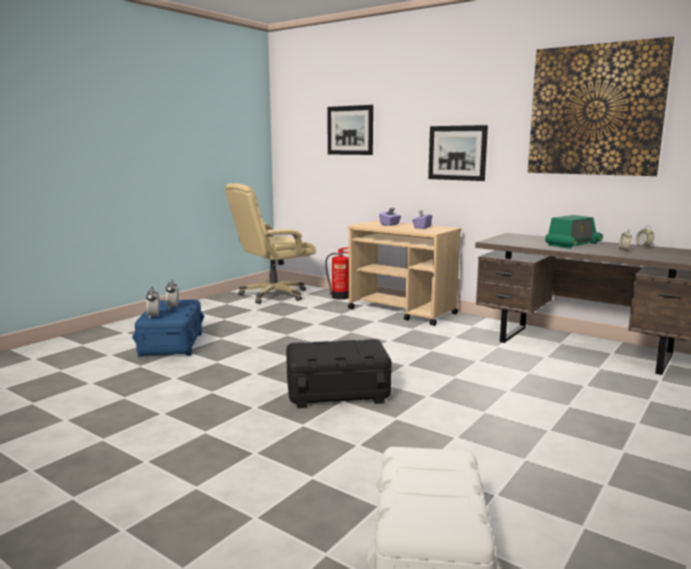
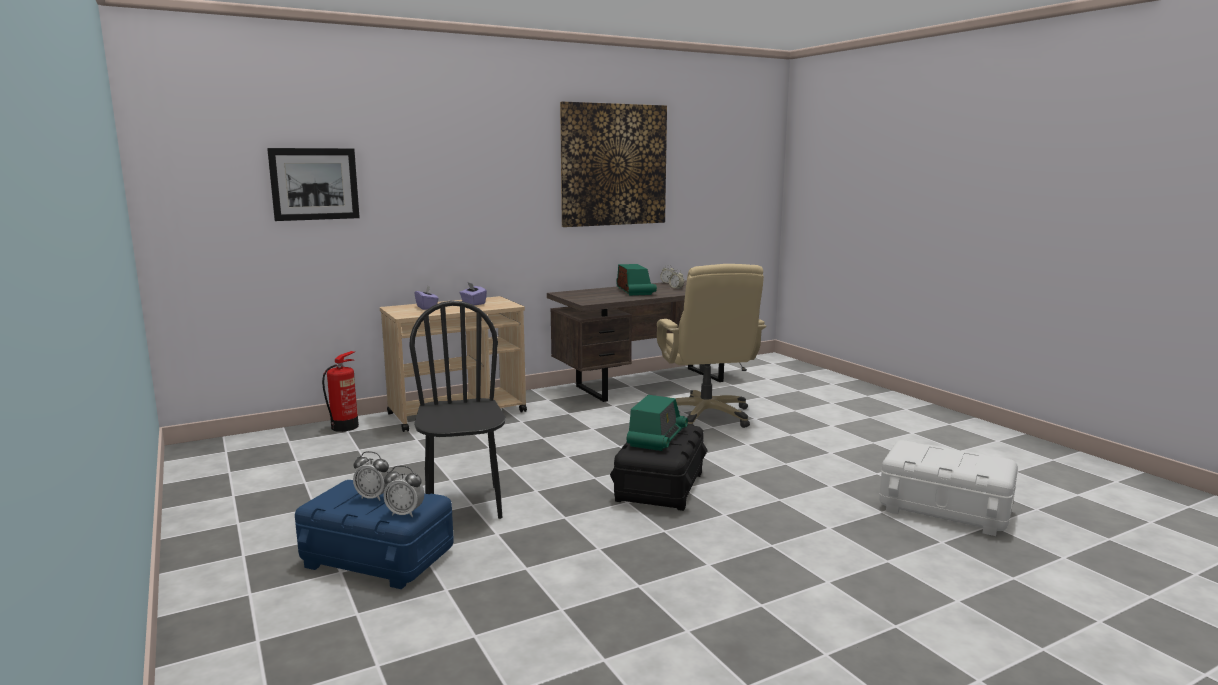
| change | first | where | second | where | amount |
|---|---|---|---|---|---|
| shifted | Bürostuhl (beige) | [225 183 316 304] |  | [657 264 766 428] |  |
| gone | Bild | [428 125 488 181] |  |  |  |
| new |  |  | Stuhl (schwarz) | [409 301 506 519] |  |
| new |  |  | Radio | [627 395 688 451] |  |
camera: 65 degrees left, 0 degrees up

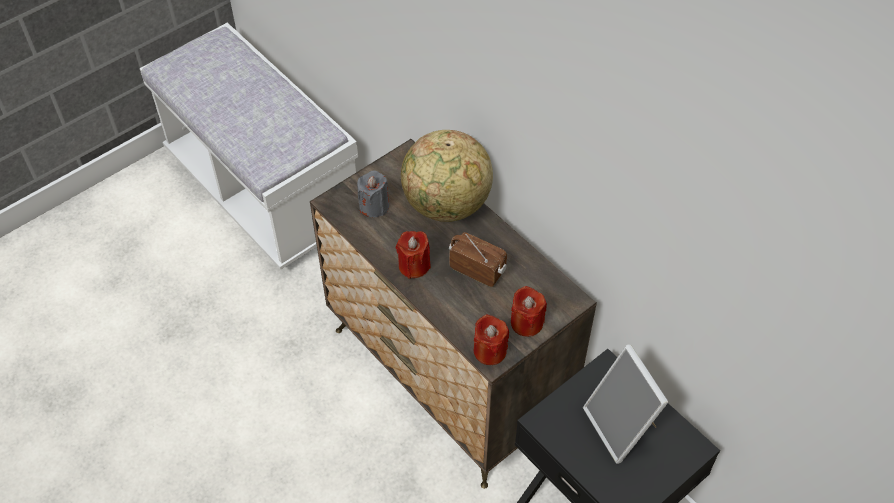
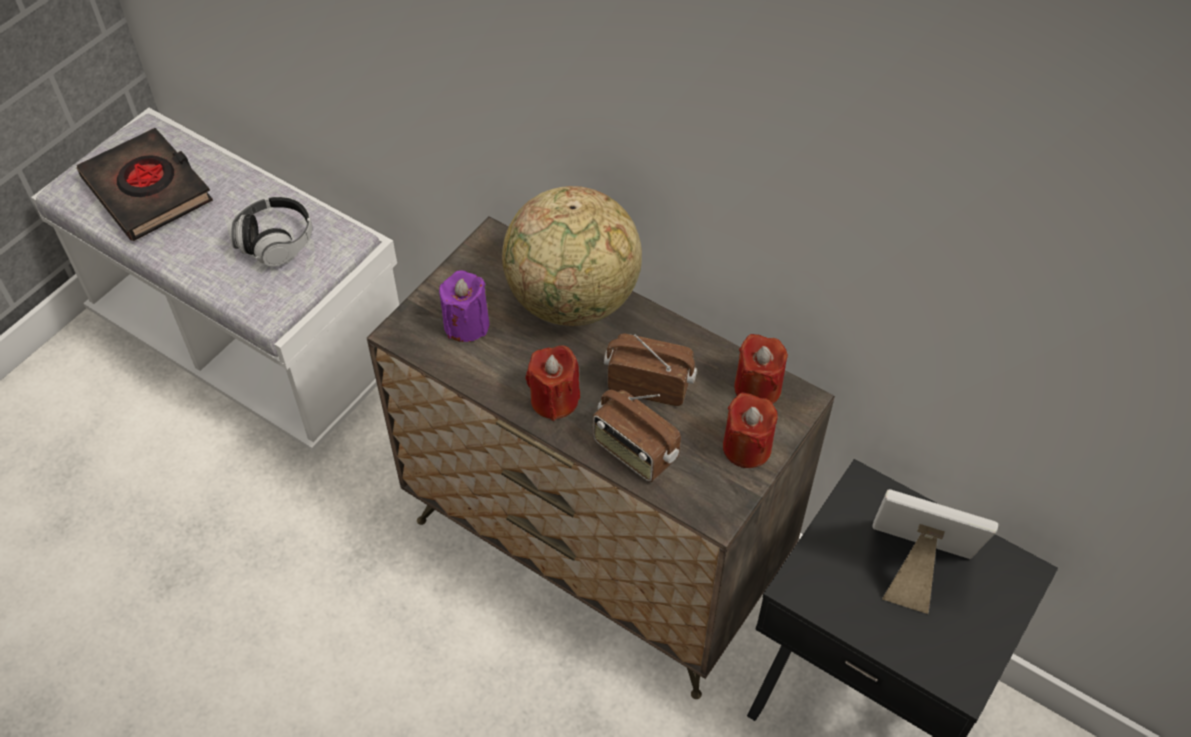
| change | first | where | second | where | amount |
|---|---|---|---|---|---|
| repainted | Kerze (grau) | [357 170 389 217] | Kerze (lila) | [439 271 489 342] |  |
| shifted | Kerze (rot) | [474 314 509 365] |  | [734 334 788 404] |  |
| rotated | Bilderrahmen | [583 344 668 464] |  | [872 489 998 614] | 150 degrees clockwise |
| new |  |  | Buch (schwarz) | [77 128 213 241] |  |
| new |  |  | Kopfhörer | [230 196 312 267] |  |
| new |  |  | Radio | [593 390 681 482] |  |
camera: 15 degrees left, 0 degrees up

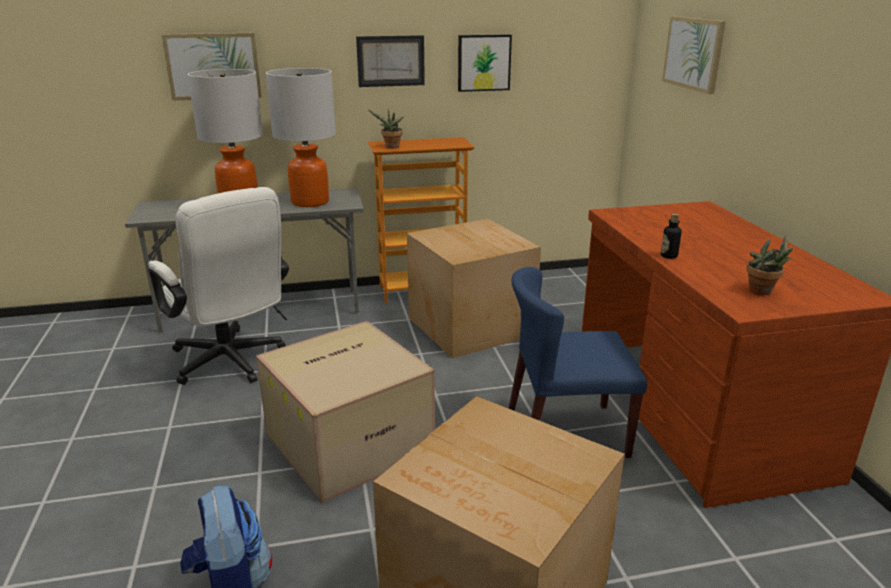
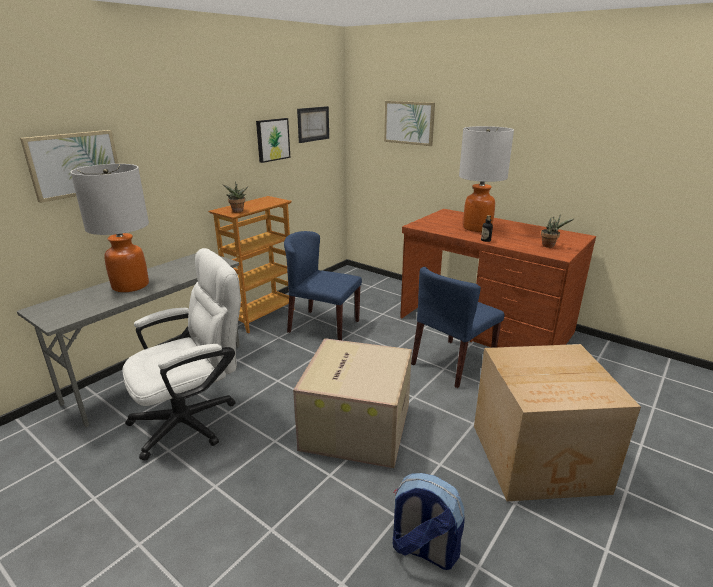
| change | first | where | second | where | amount |
|---|---|---|---|---|---|
| rotated | Bürostuhl (weiß) | [148 187 289 385] |  | [122 248 241 460] | 45 degrees counterclockwise |
| shifted | Tischlampe | [266 68 336 207] |  | [459 126 514 232] |  |
| shifted | Bild | [356 35 425 87] |  | [297 106 329 143] |  |
| swapped | Karton | [407 219 541 359] | Stuhl (blau) | [284 231 362 340] |  |
camera: 40 degrees left, 0 degrees up

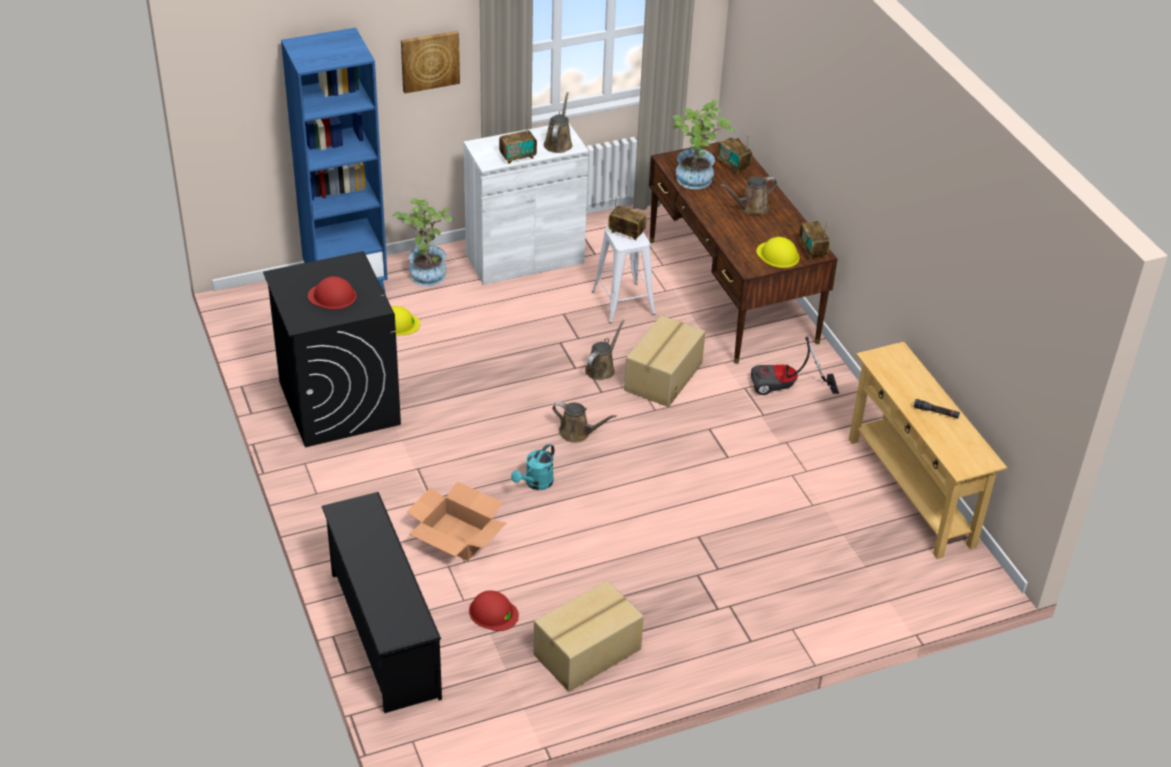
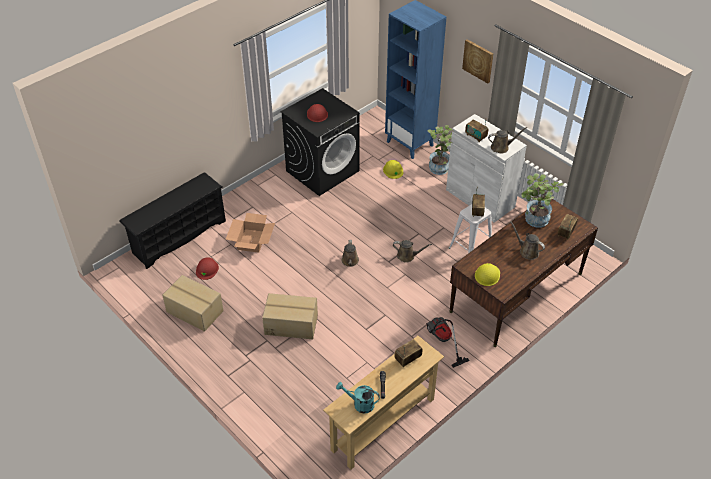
| change | first | where | second | where | amount |
|---|---|---|---|---|---|
| shifted | Gießkanne (türkis) | [511 444 555 490] |  | [336 382 380 413] |  |
| shifted | Karton | [624 315 705 407] |  | [262 293 318 339] |  |
| shifted | Radio | [799 221 830 260] |  | [395 339 423 367] |  |
camera: 70 degrees right, 5 degrees up

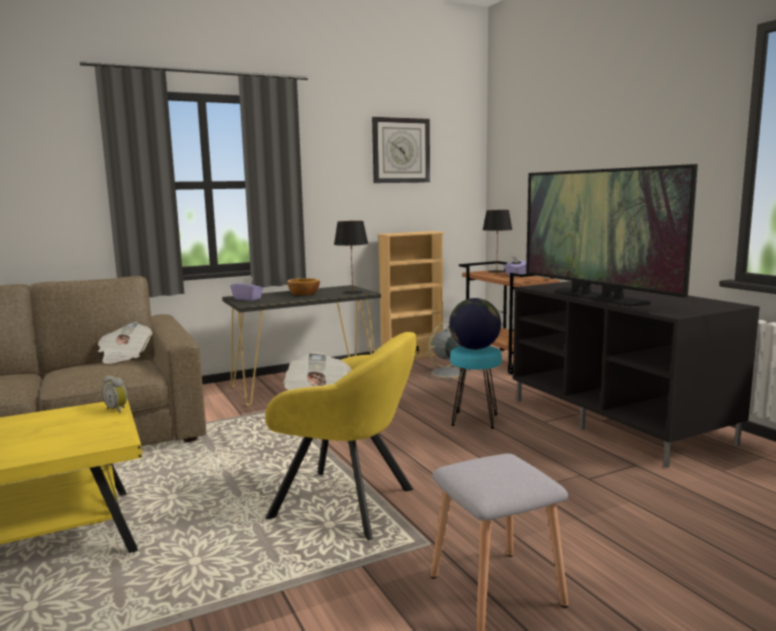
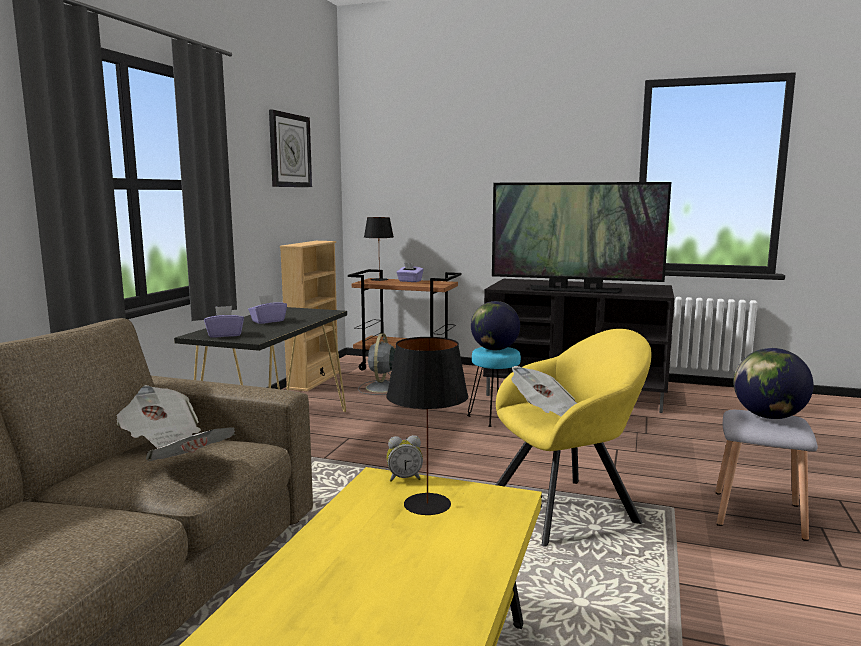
| change | first | where | second | where | amount |
|---|---|---|---|---|---|
| swapped | Schüssel | [287 278 320 296] | Taschentuchbox (lila) | [248 295 287 324] |  |
| shifted | Tischlampe (schwarz) | [334 221 368 294] |  | [386 337 469 515] |  |
| new |  |  | Zeitung | [146 427 235 461] |  |
| new |  |  | Globus | [734 348 814 419] |  |
camera: 45 degrees left, 0 degrees up

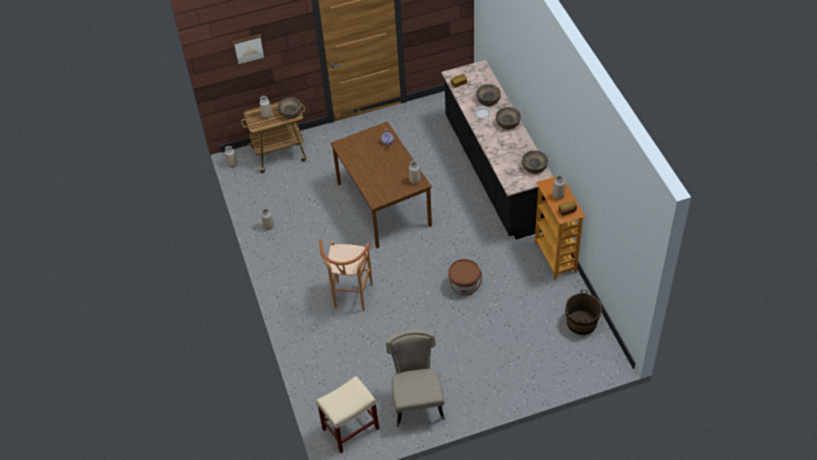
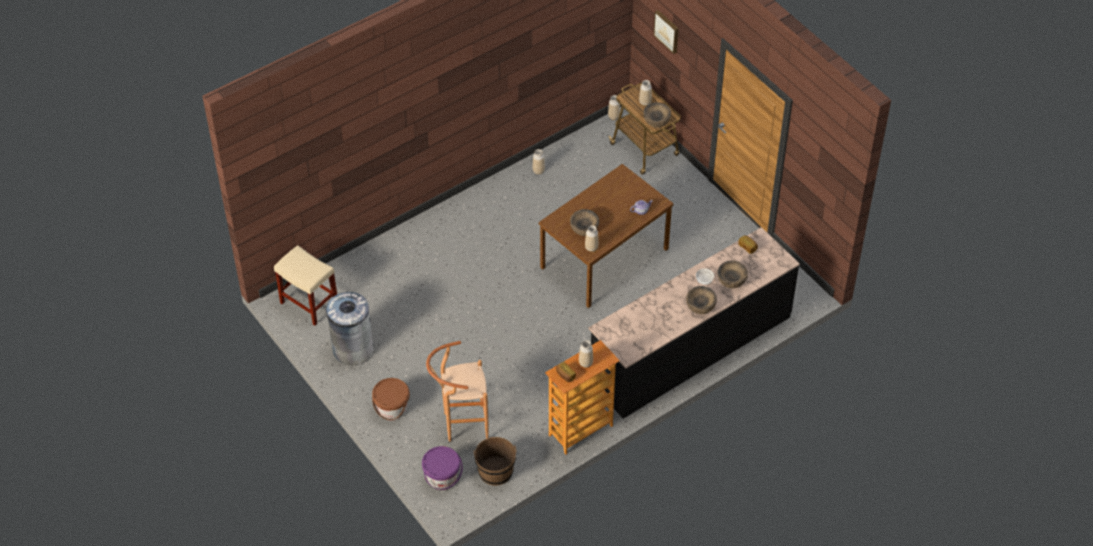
| change | first | where | second | where | amount |
|---|---|---|---|---|---|
| shifted | Hocker (braun) | [319 239 373 311] |  | [426 341 488 442] |  |
| swapped | Stuhl (beige) | [386 329 445 427] | Mülleimer (grau) | [326 292 374 365] |  |
| shifted | Eimer (braun) | [448 259 482 296] |  | [372 378 410 420] |  |
| shifted | Schüssel (braun) | [522 150 548 174] |  | [570 209 599 236] |  |
| new |  |  | Eimer (lila) | [422 446 463 490] |  |
camera: 70 degrees right, 0 degrees up

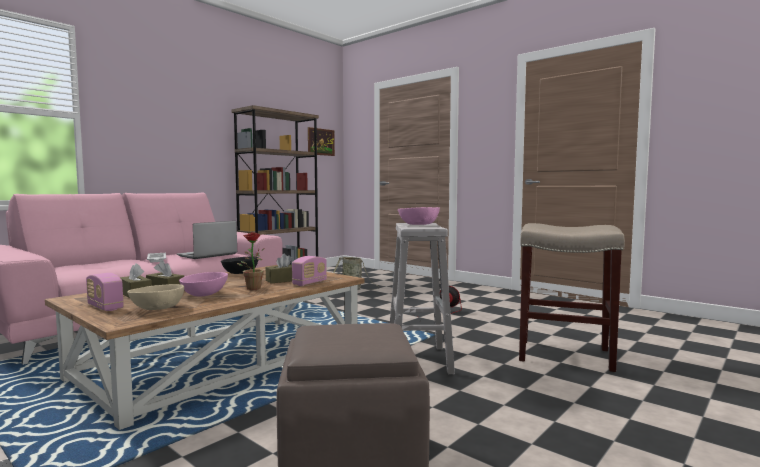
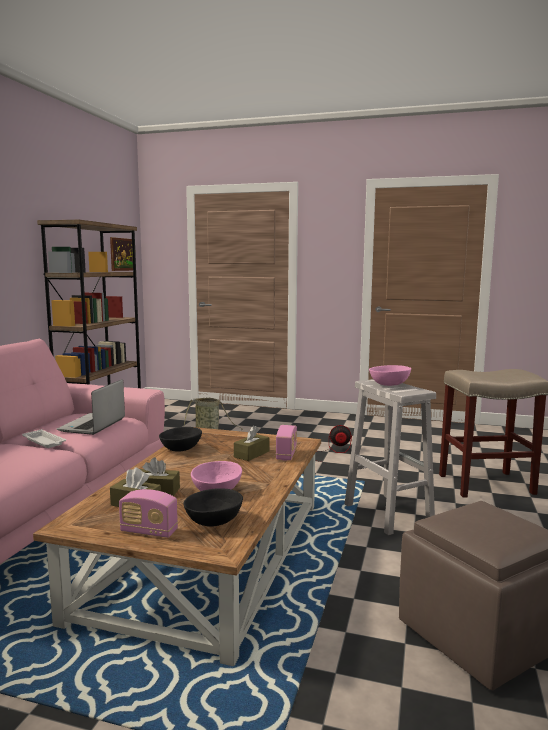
| change | first | where | second | where | amount |
|---|---|---|---|---|---|
| repainted | Schüssel (beige) | [127 284 184 310] | Schüssel (schwarz) | [183 488 243 527] |  |
| gone | Topfpflanze | [237 232 265 290] |  |  |  |
camera: 25 degrees left, 5 degrees up

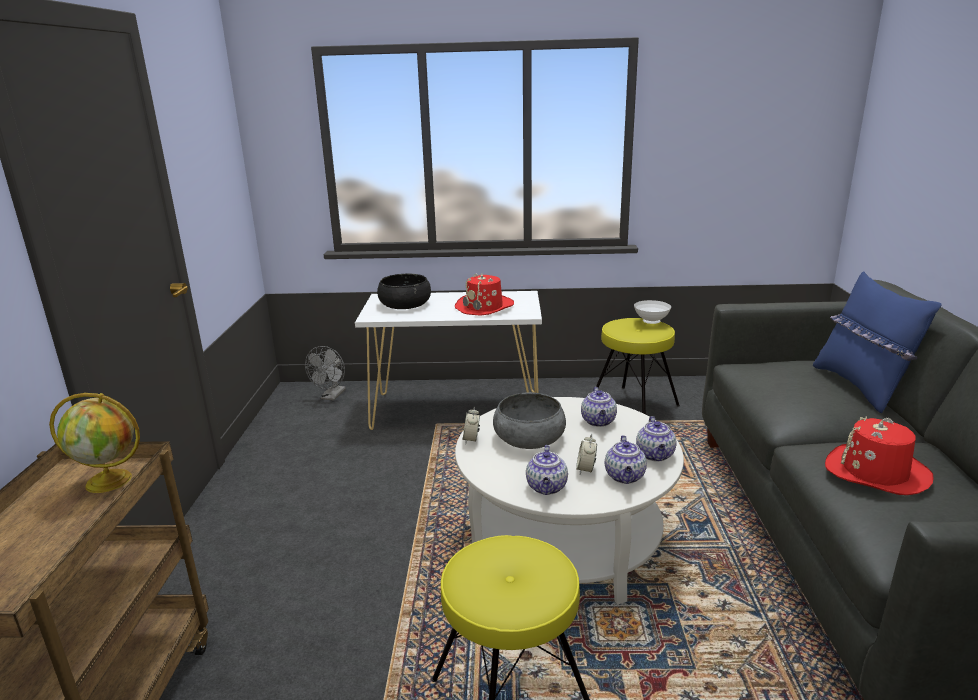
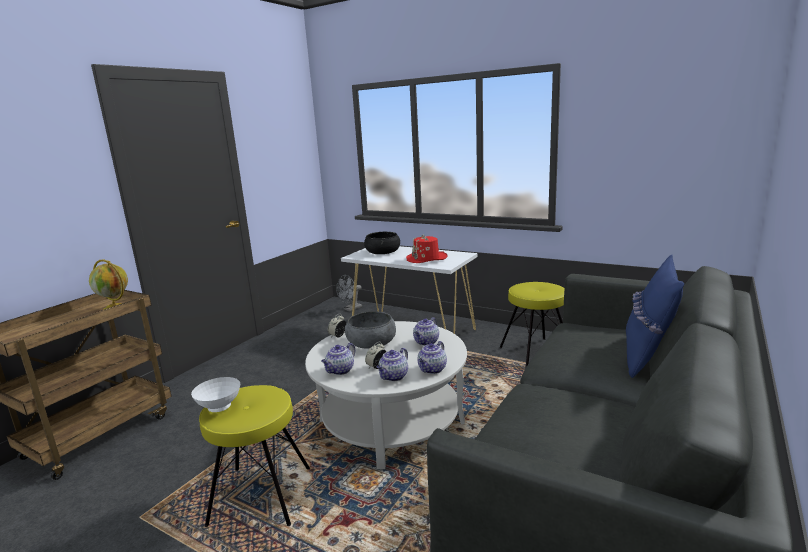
| change | first | where | second | where | amount |
|---|---|---|---|---|---|
| shifted | Schüssel (weiß) | [634 300 671 324] |  | [191 377 240 412] |  |
| gone | Hut (rot) | [825 417 933 495] |  |  |  |
camera: 30 degrees right, 5 degrees down

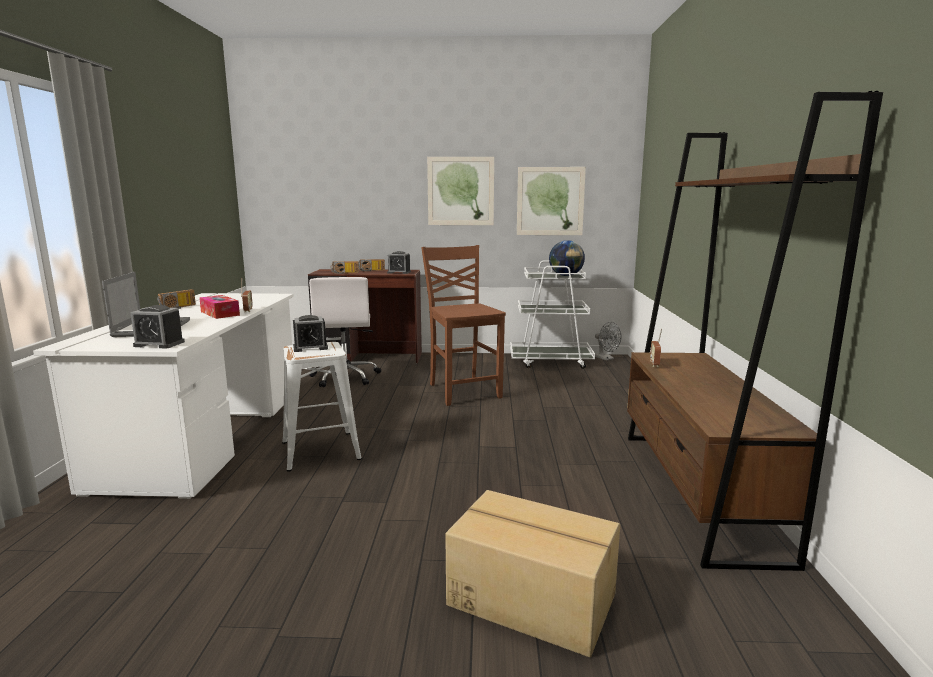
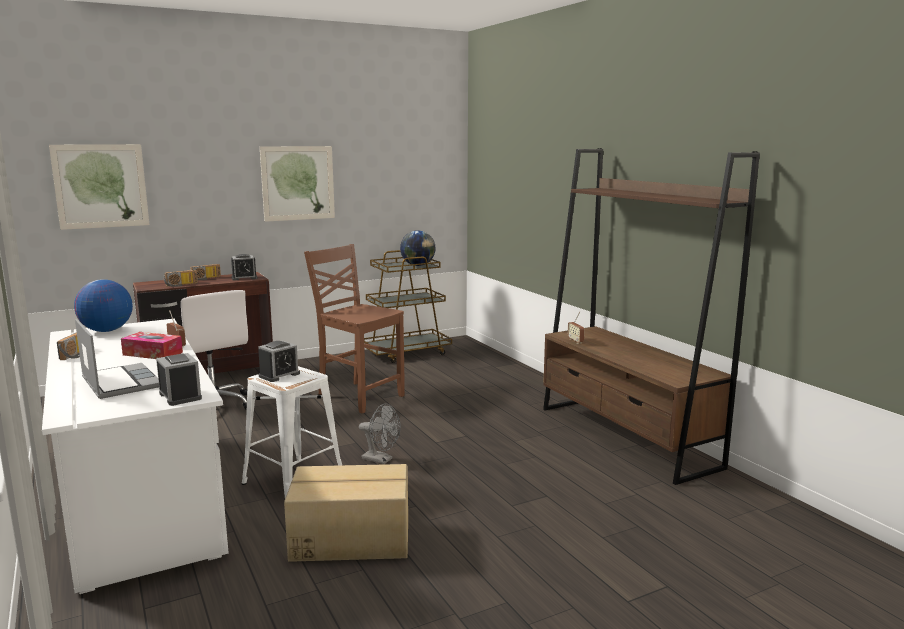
| change | first | where | second | where | amount |
|---|---|---|---|---|---|
| rotated | Wecker | [130 305 185 349] |  | [156 353 202 406] | 105 degrees counterclockwise |
| shifted | Karton | [445 490 620 657] |  | [284 464 408 562] |  |
| repainted | Rollwagen (weiß) | [510 261 595 369] | Rollwagen (braun) | [364 250 452 363] |  |
| shifted | Bild | [517 167 586 235] |  | [49 144 149 230] |  |
| shifted | Ventilator (grau) | [595 322 622 361] |  | [359 403 401 464] |  |
| new |  |  | Globus | [74 279 133 332] |  |
camera: 30 degrees left, 0 degrees up

